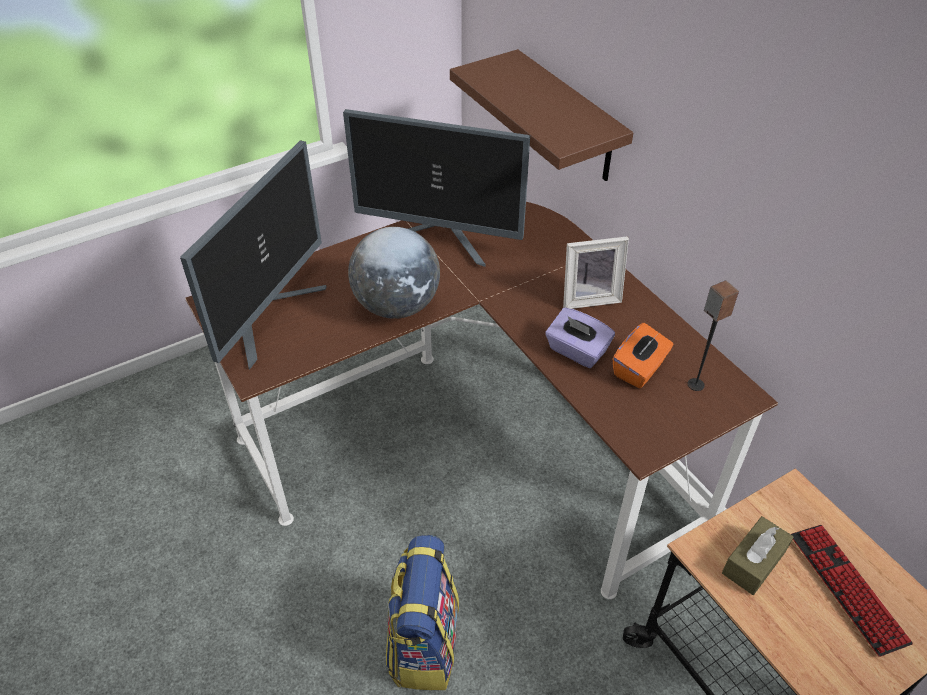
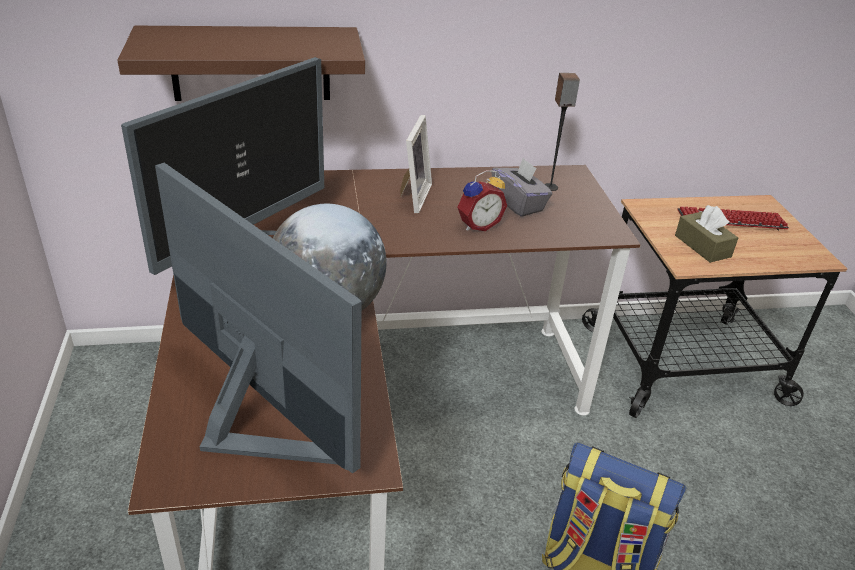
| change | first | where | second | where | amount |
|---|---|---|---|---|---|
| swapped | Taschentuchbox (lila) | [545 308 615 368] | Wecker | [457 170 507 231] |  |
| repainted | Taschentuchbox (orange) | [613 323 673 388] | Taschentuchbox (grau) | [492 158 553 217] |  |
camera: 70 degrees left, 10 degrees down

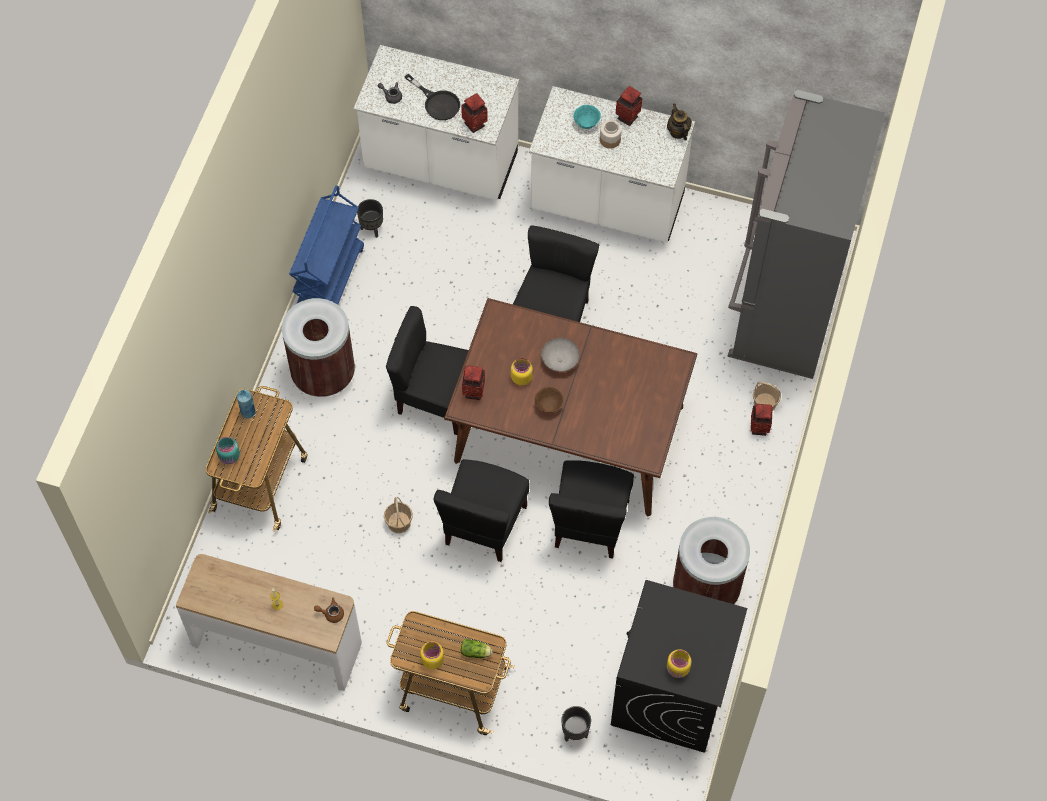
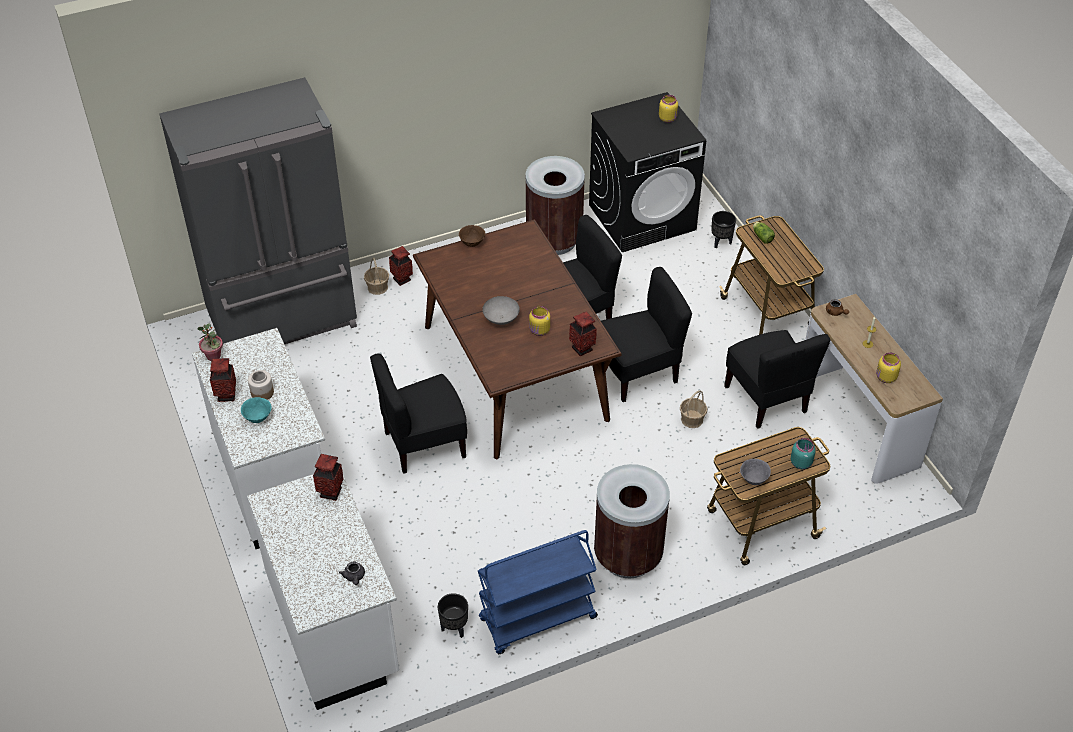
| change | first | where | second | where | amount |
|---|---|---|---|---|---|
| swapped | Flasche (blau) | [237 390 256 418] | Schüssel (grau) | [740 459 771 485] |  |
| shifted | Stuhl (schwarz) | [386 306 469 435] |  | [724 330 830 429] |  |
| gone | Pfanne (schwarz) | [405 73 460 120] |  |  |  |
| shifted | Vorratsglas (gelb) | [420 641 444 669] |  | [876 352 901 383] |  |
| shifted | Schüssel (braun) | [534 387 564 413] |  | [459 225 486 247] |  |
| swapped | Teekanne | [667 104 692 140] | Topfpflanze | [197 323 223 361] |  |
camera: 130 degrees left, 15 degrees down

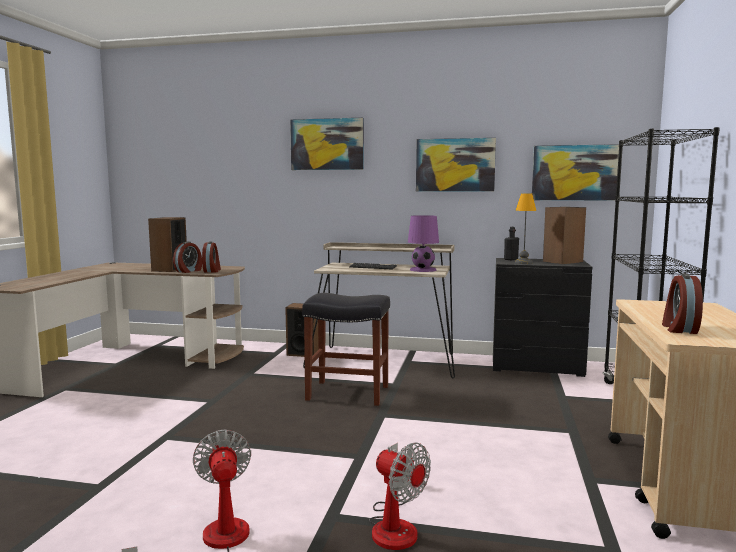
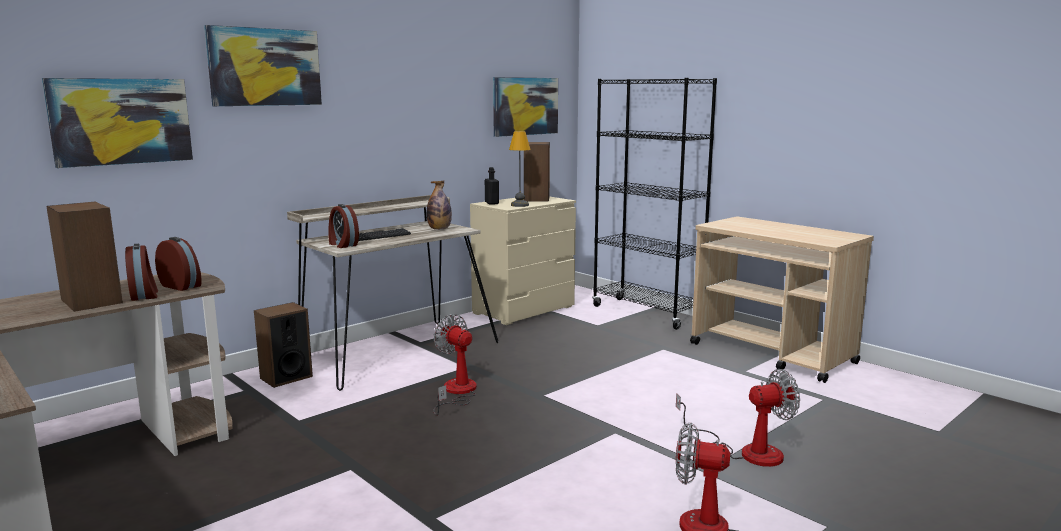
| change | first | where | second | where | amount |
|---|---|---|---|---|---|
| swapped | Hocker (schwarz) | [302 293 390 406] | Ventilator | [434 314 477 416] |  |
| swapped | Tischlampe (lila) | [408 215 439 272] | Flasche | [427 181 452 230] |  |
| shifted | Bild | [416 138 496 192] |  | [42 78 193 168] |  |
| repainted | Kommode (schwarz) | [493 258 593 377] | Kommode (beige) | [470 197 576 325] |  |
| shifted | Wecker | [662 273 703 334] |  | [328 204 359 248] |  |
camera: 55 degrees left, 5 degrees up

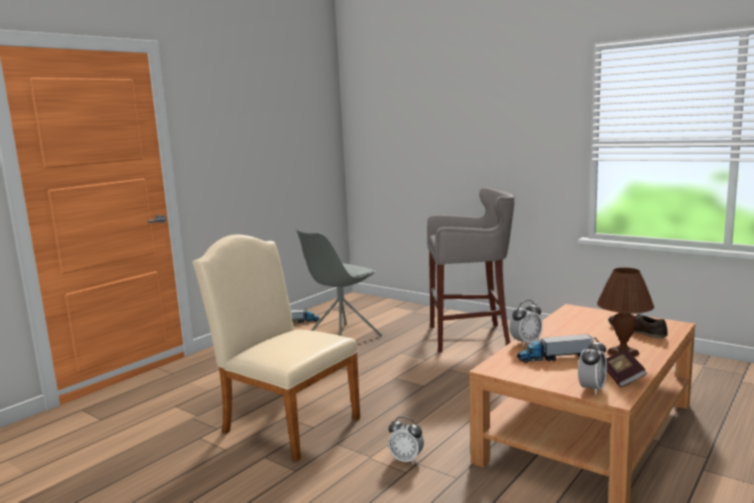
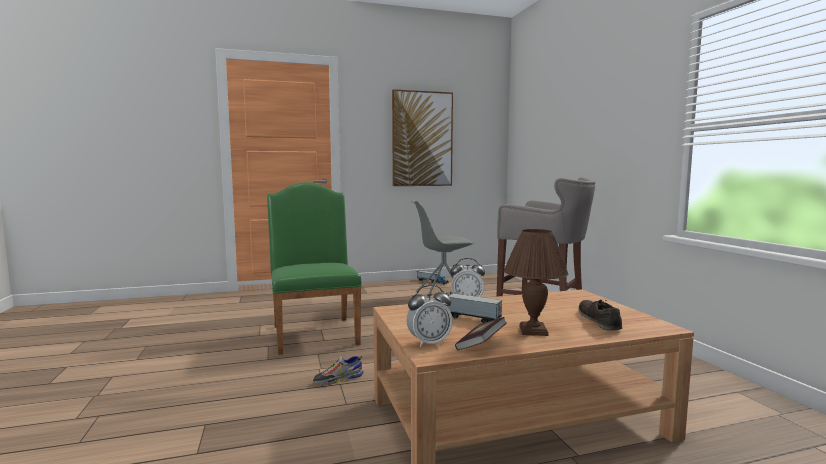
| change | first | where | second | where | amount |
|---|---|---|---|---|---|
| repainted | Stuhl (beige) | [192 235 360 462] | Stuhl (grün) | [267 182 362 355] |  |
| swapped | Wecker | [388 417 424 465] | Schuh | [313 356 363 385] |  |
| new |  |  | Bild | [392 89 453 186] |  |
camera: 35 degrees right, 5 degrees down

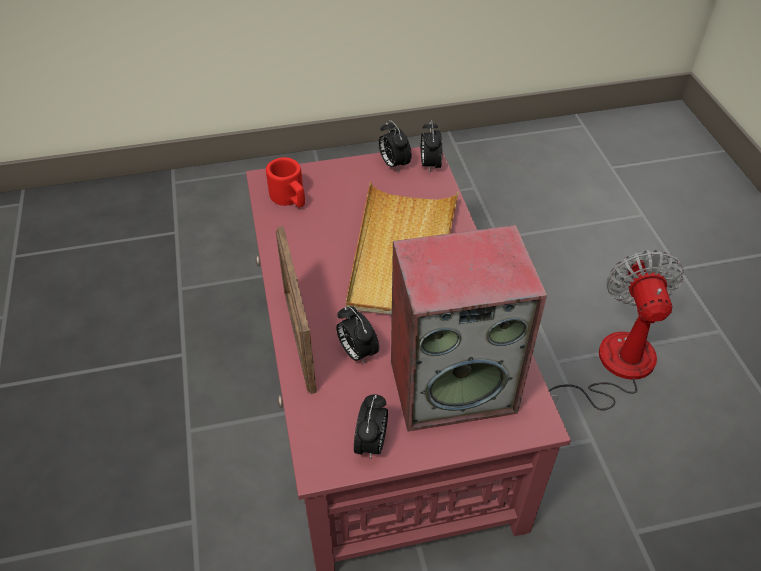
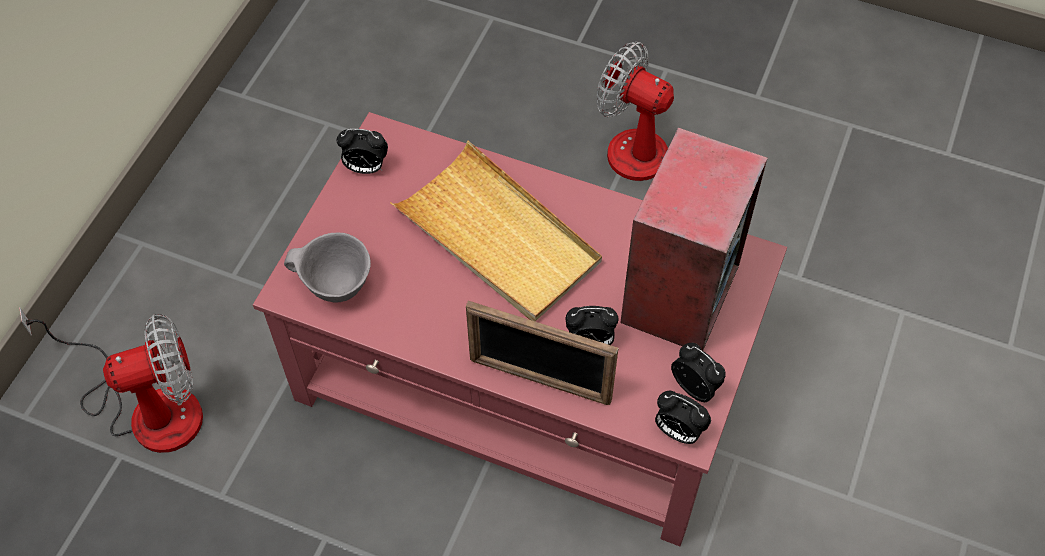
| change | first | where | second | where | amount |
|---|---|---|---|---|---|
| swapped | Henkelbecher (rot) | [266 157 305 207] | Schüssel (grau) | [284 233 371 303] |  |
| shifted | Wecker | [421 120 442 173] |  | [655 391 711 444] |  |
| new |  |  | Ventilator | [19 307 203 453] |  |
camera: 55 degrees left, 10 degrees up

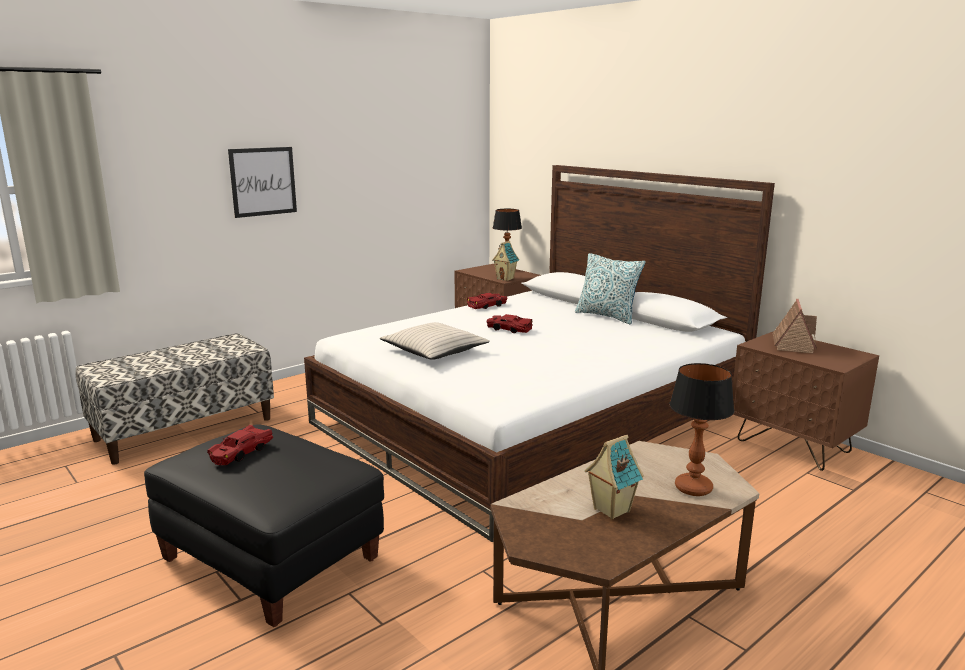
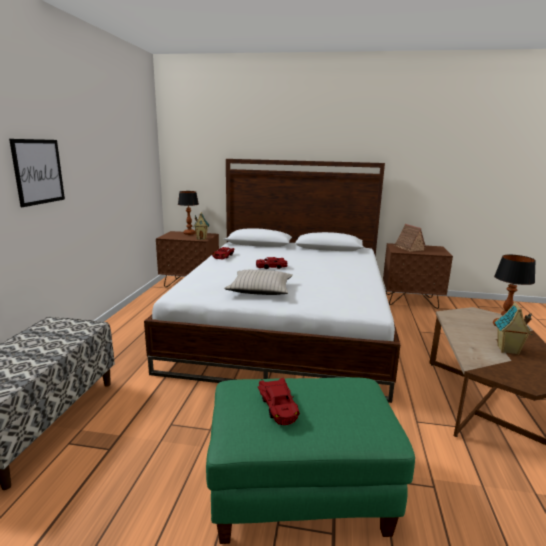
| change | first | where | second | where | amount |
|---|---|---|---|---|---|
| repainted | Polsterhocker (schwarz) | [144 425 384 627] | Polsterhocker (grün) | [206 377 415 544] |  |
| gone | Kissen | [575 253 646 324] |  |  |  |
camera: 40 degrees left, 0 degrees up

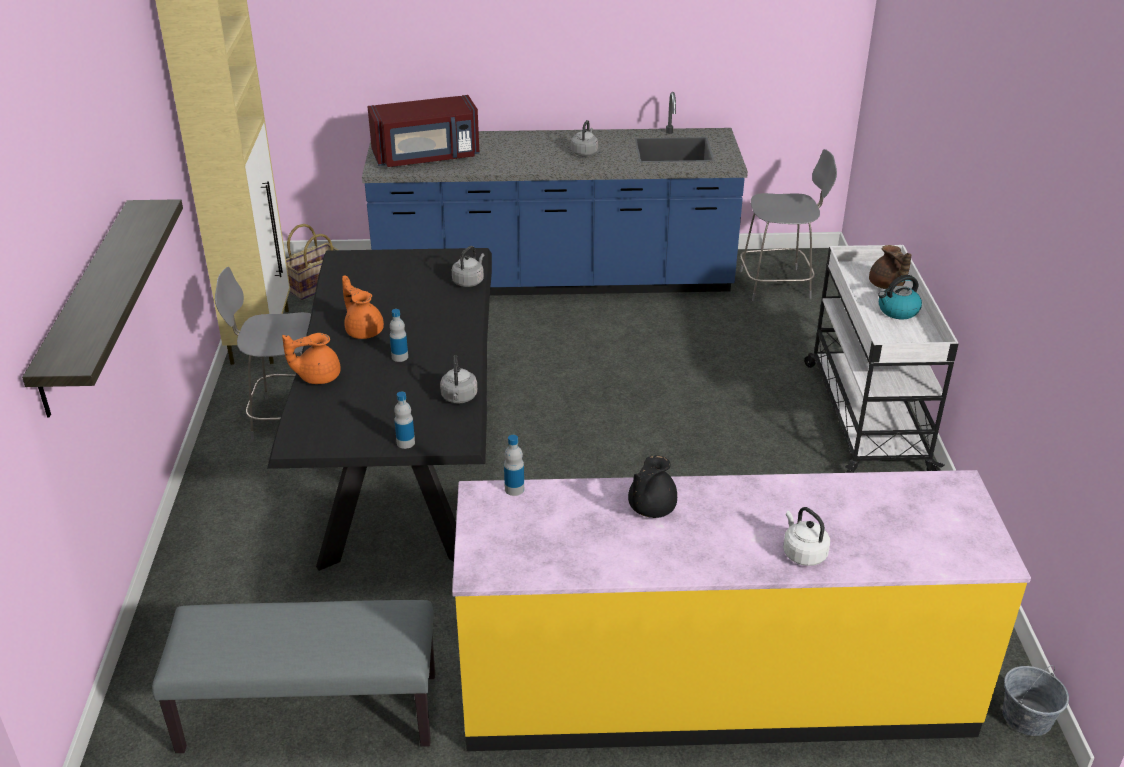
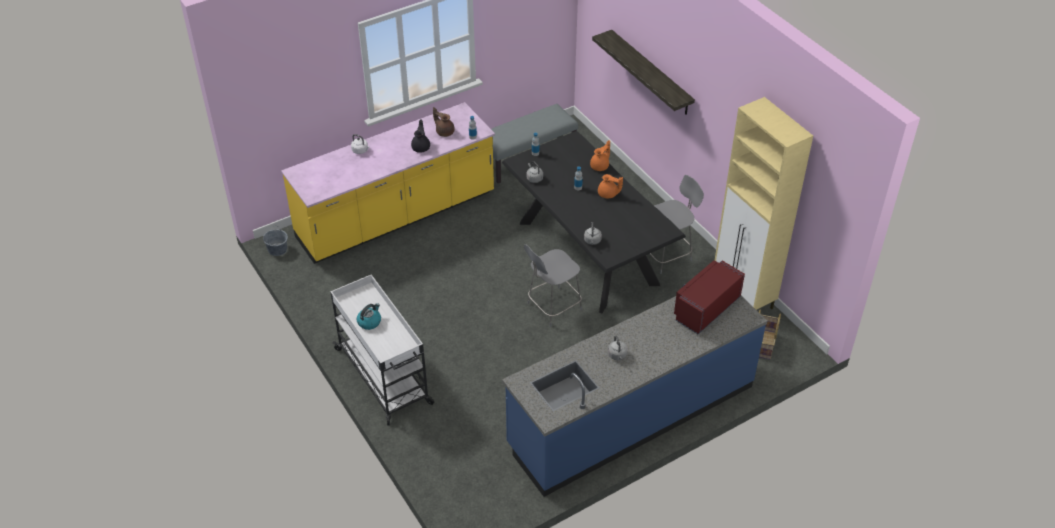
| change | first | where | second | where | amount |
|---|---|---|---|---|---|
| shifted | Stuhl (grau) | [740 149 837 301] |  | [524 244 582 327] |  |
| shifted | Teekanne (braun) | [869 245 911 289] |  | [433 107 455 137] |  |
camera: 150 degrees right, 10 degrees up

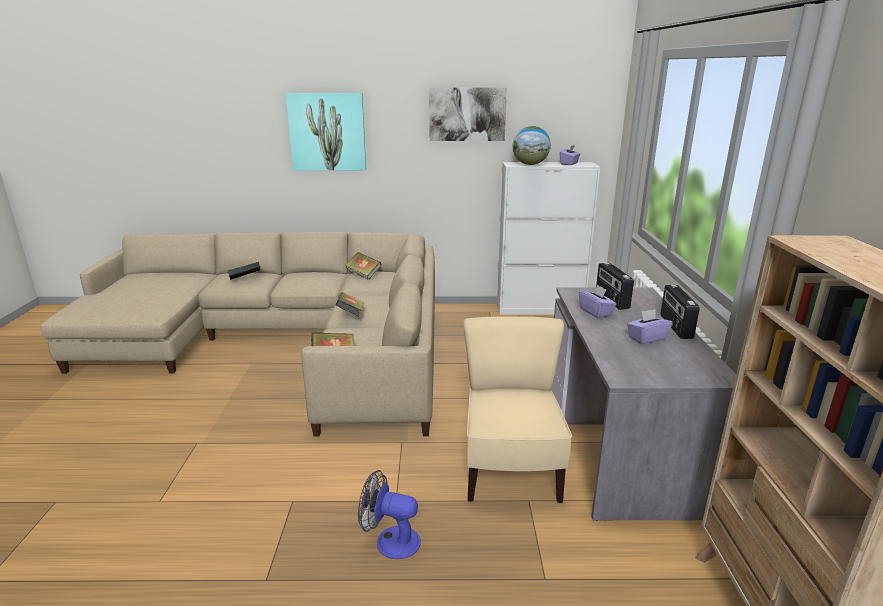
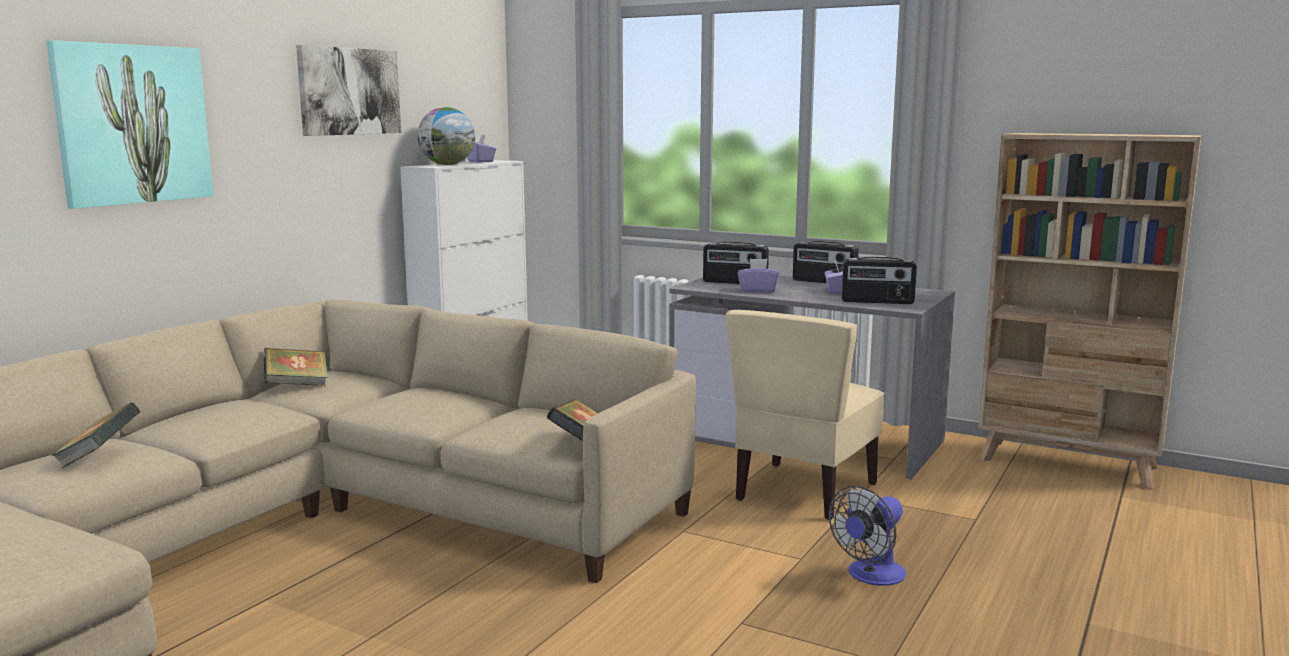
| change | first | where | second | where | amount |
|---|---|---|---|---|---|
| gone | Buch | [336 292 364 316] |  |  |  |
| rotated | Stuhl (beige) | [463 317 572 503] |  | [726 310 885 520] | 90 degrees counterclockwise |
| new |  |  | Radio | [842 257 917 304] |  |
camera: 60 degrees left, 10 degrees down

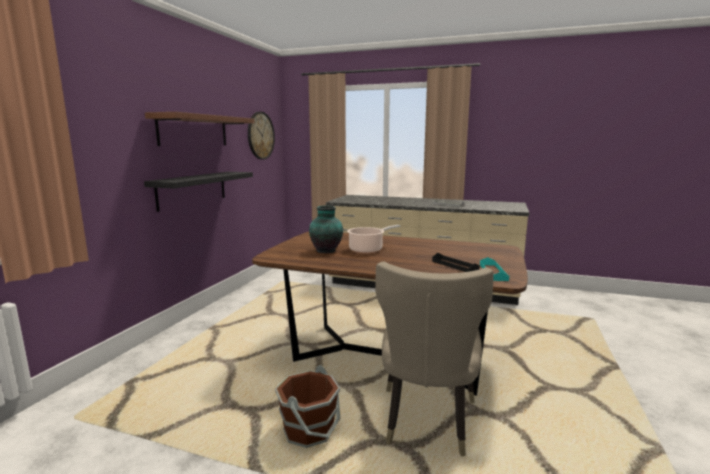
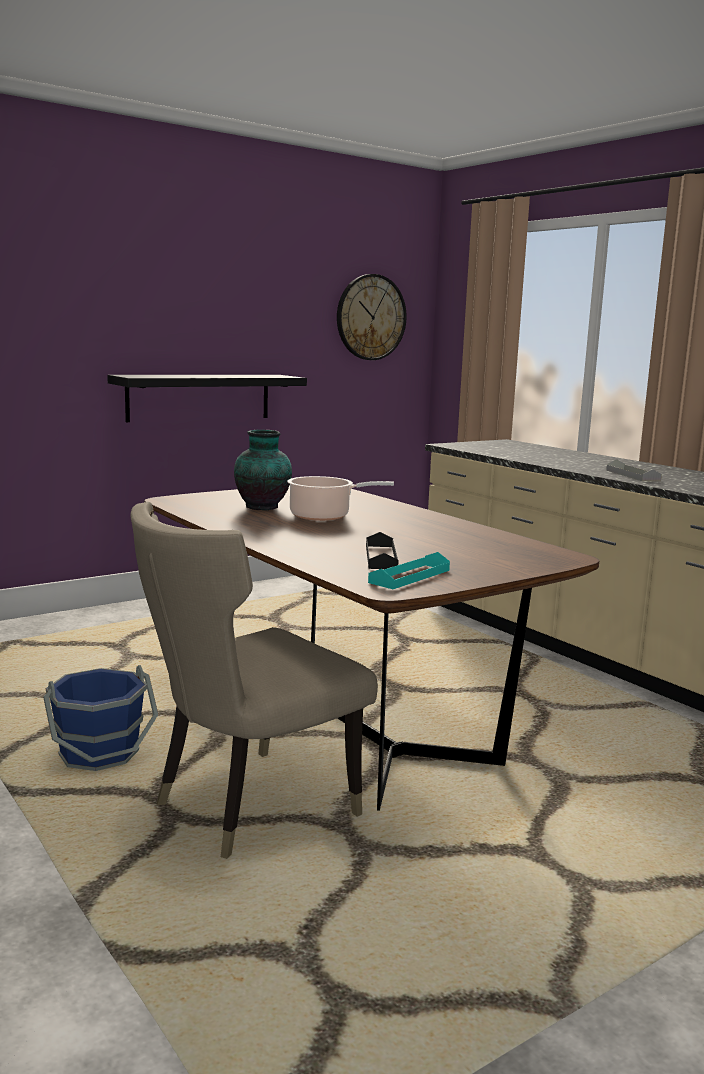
| change | first | where | second | where | amount |
|---|---|---|---|---|---|
| gone | Wandregal (braun) | [145 112 255 146] |  |  |  |
| repainted | Eimer (braun) | [275 365 340 448] | Eimer (blau) | [43 665 158 771] |  |
camera: 35 degrees right, 0 degrees up

